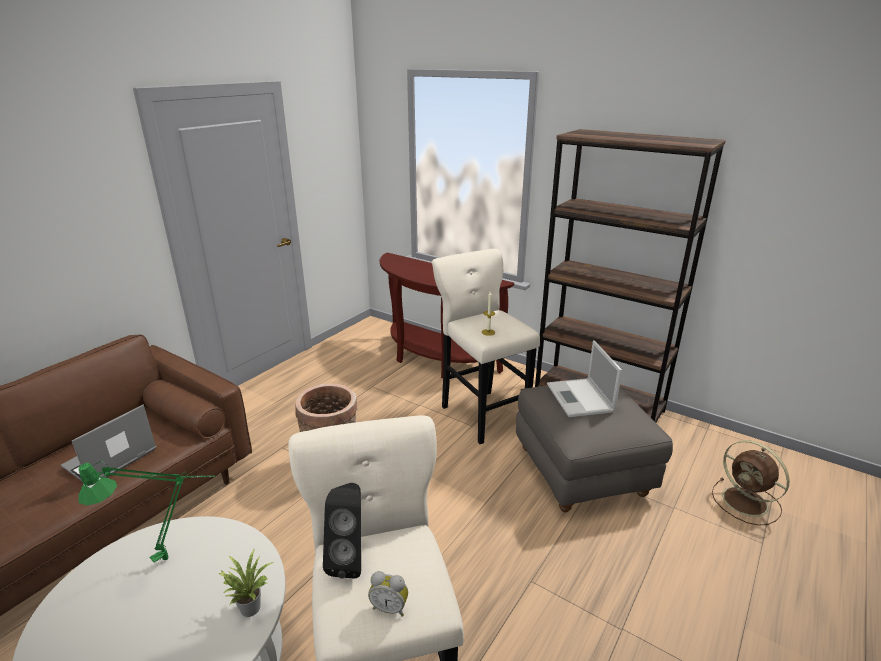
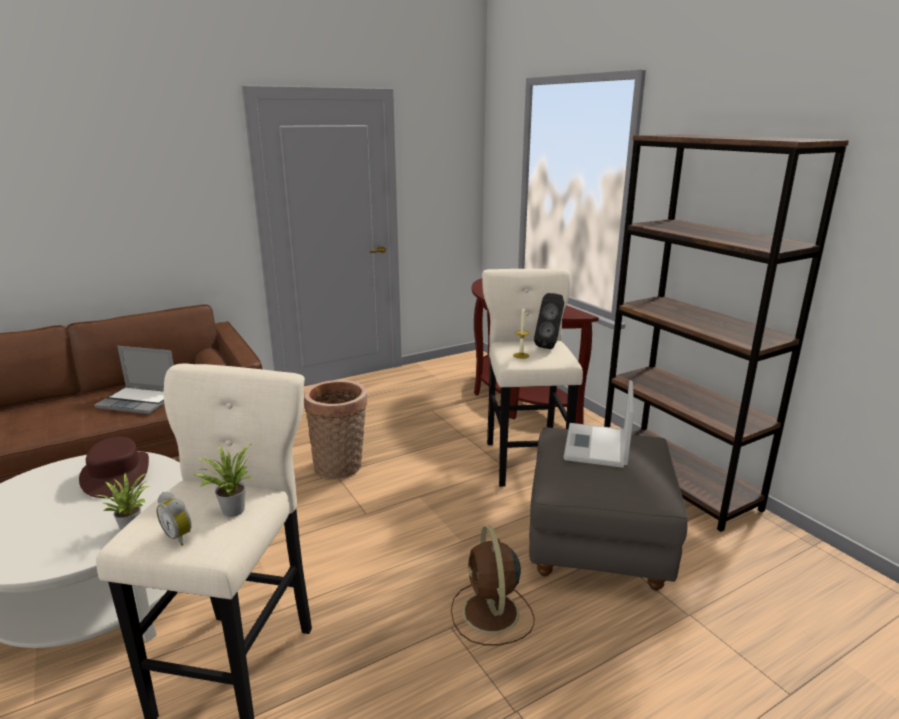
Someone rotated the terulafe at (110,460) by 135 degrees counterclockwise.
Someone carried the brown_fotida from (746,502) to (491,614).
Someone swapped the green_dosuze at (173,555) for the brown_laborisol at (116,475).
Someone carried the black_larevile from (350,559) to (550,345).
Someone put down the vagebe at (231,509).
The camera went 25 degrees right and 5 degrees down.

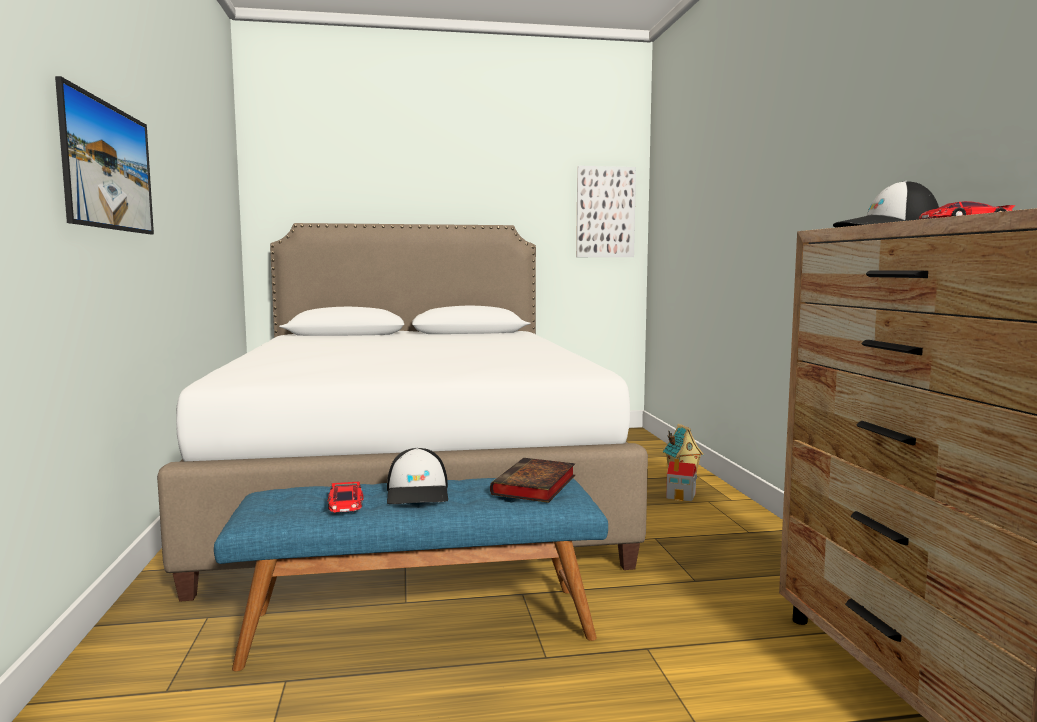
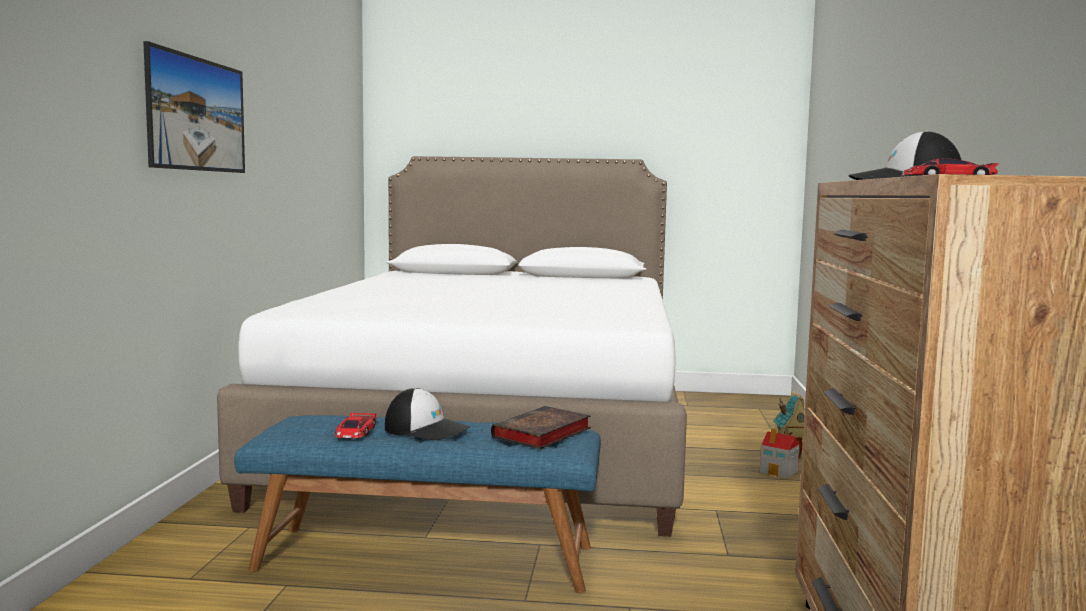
Someone took away the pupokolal at (605,212).
Someone rotated the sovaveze at (418,493) by 75 degrees counterclockwise.
The camera went 15 degrees right and 0 degrees up.

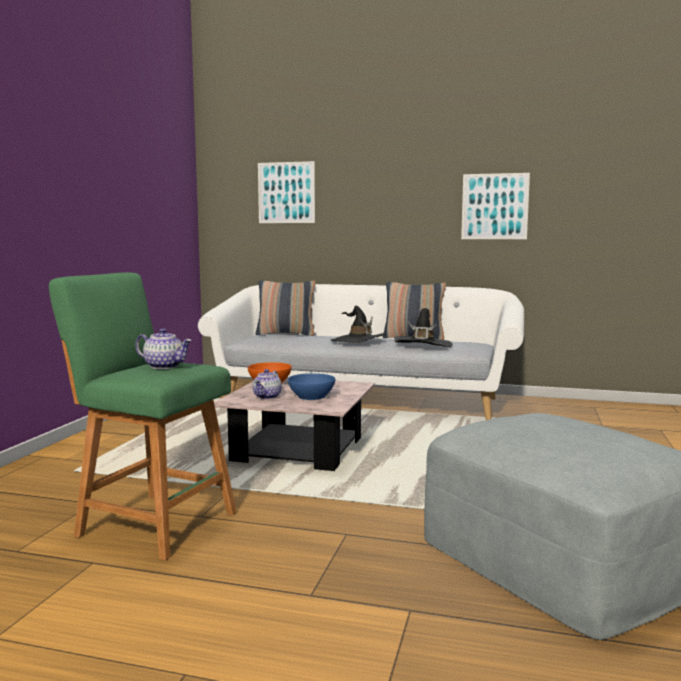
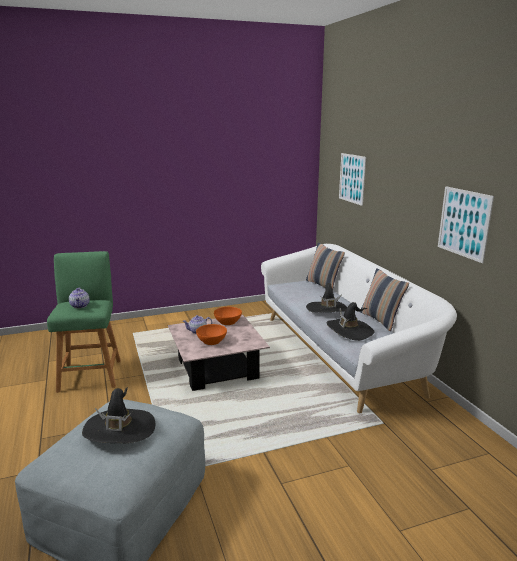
Someone repainted the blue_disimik at (312,396), which became the orange_disimik at (212,341).
Someone put down the black_laborisol at (119,429).
The camera went 55 degrees right and 10 degrees up.

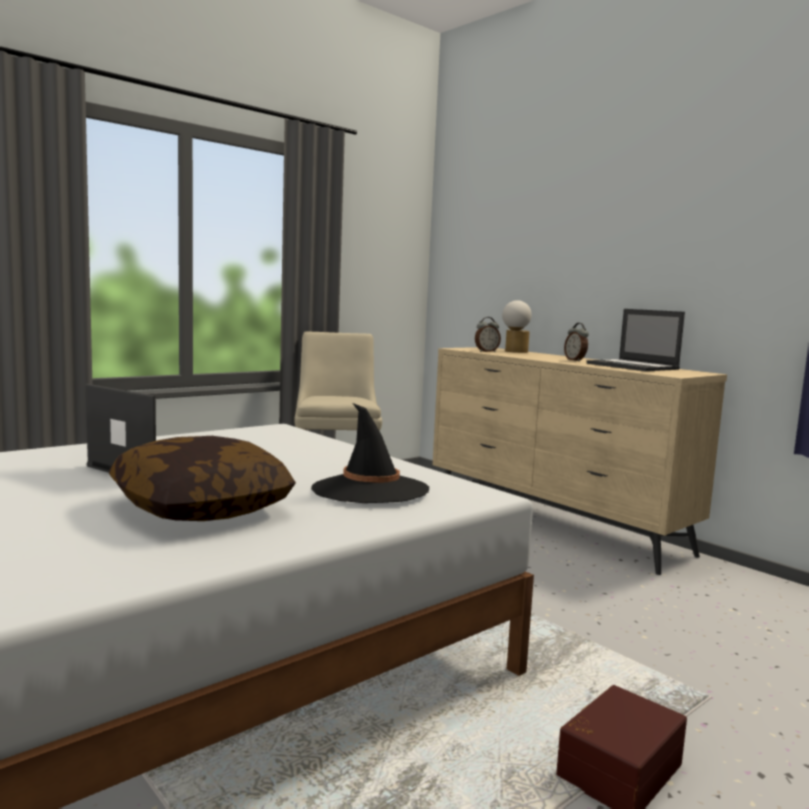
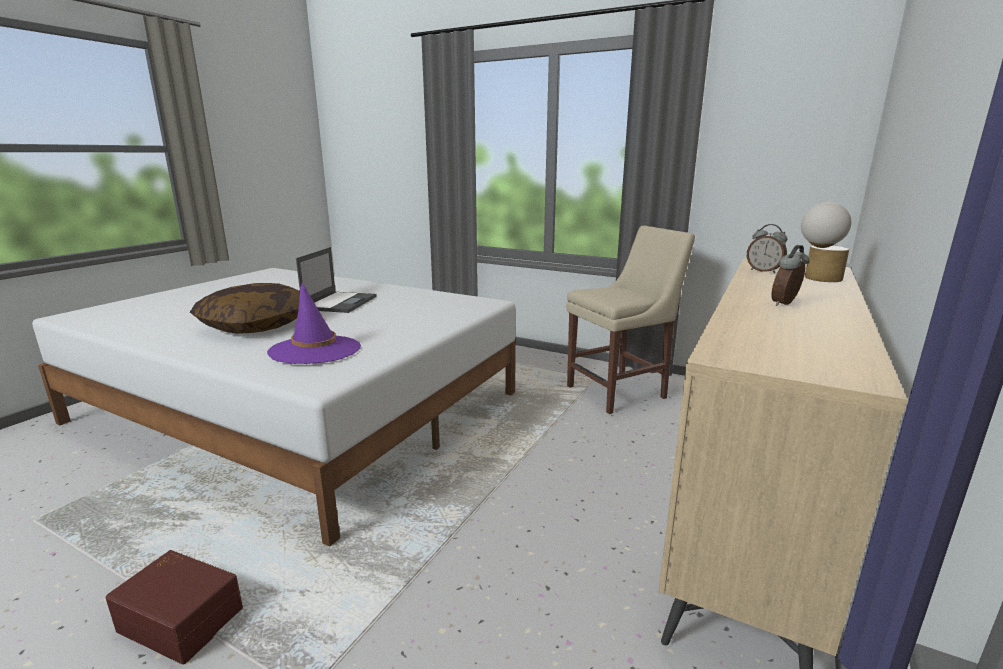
Someone took away the terulafe at (633,366).
Someone repainted the black_laborisol at (370,490), which became the purple_laborisol at (315,350).
The camera went 70 degrees right and 10 degrees up.

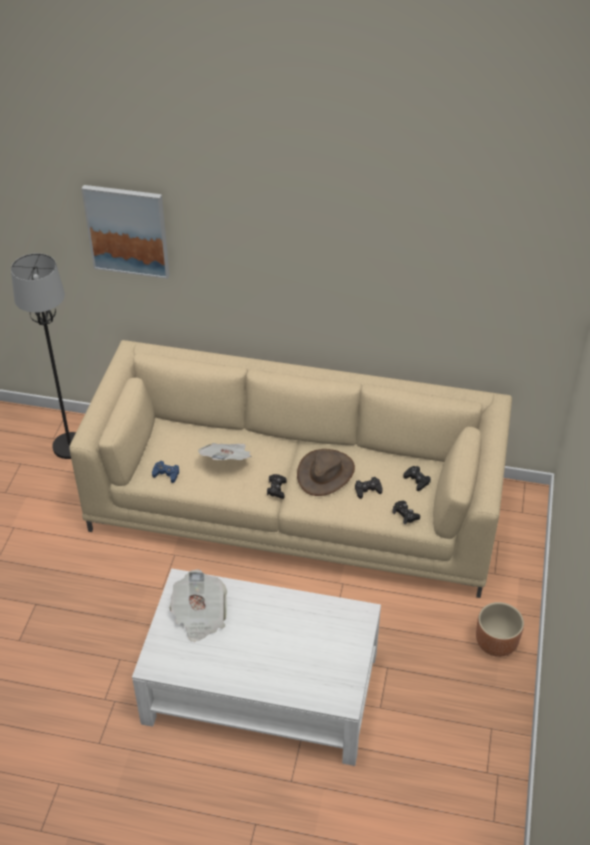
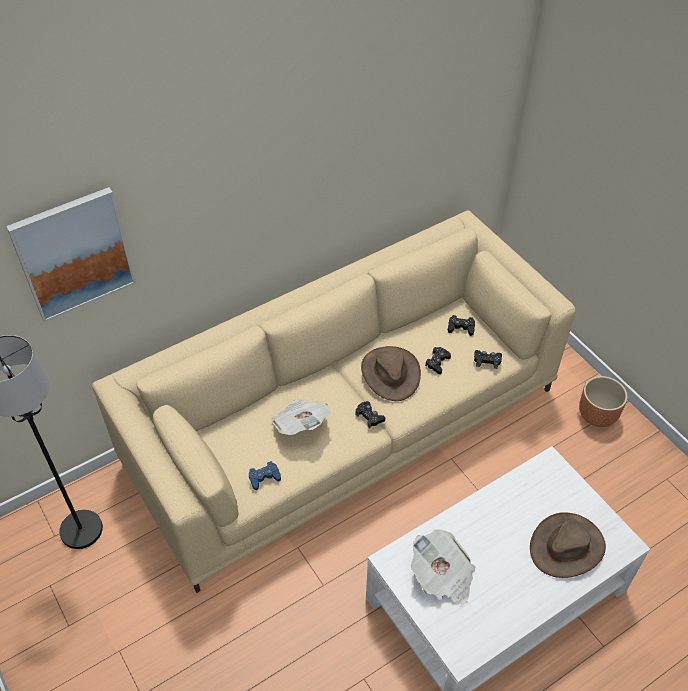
Someone put down the brown_laborisol at (566,546).
The camera went 45 degrees left and 5 degrees up.

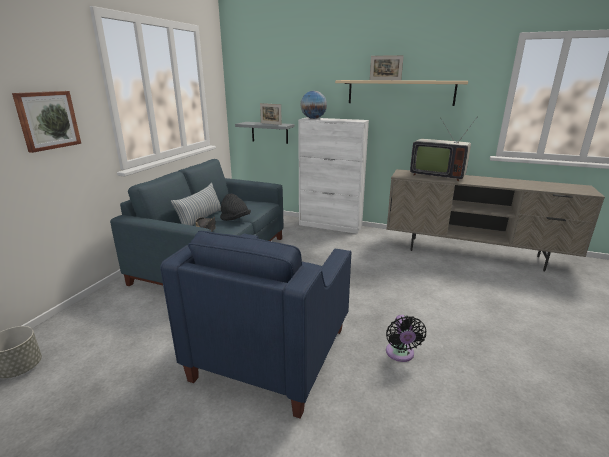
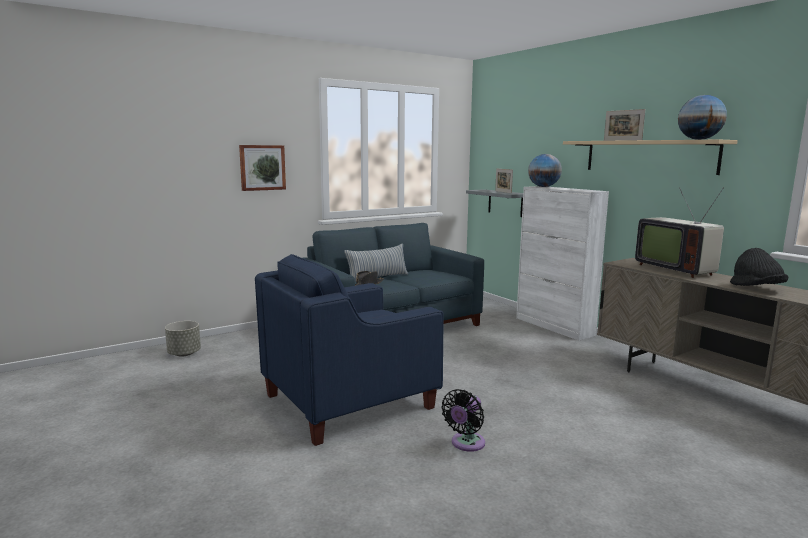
Someone carried the black_laborisol from (235,220) to (756,289).
Someone put down the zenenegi at (699,139).
The camera went 35 degrees right and 10 degrees down.

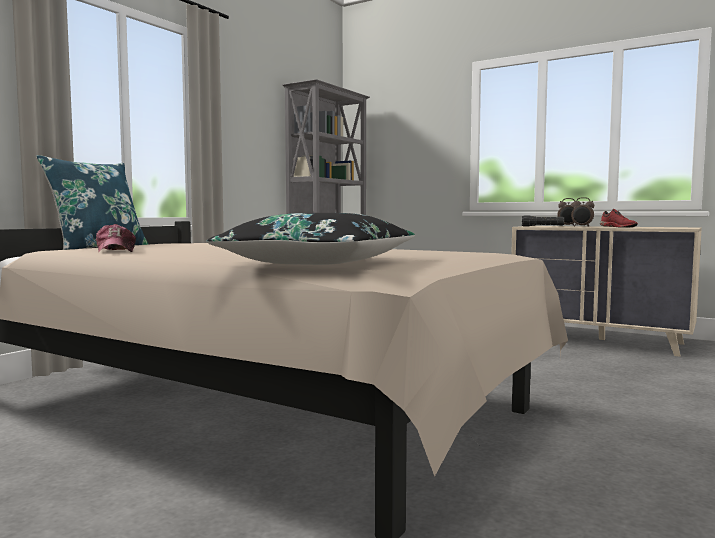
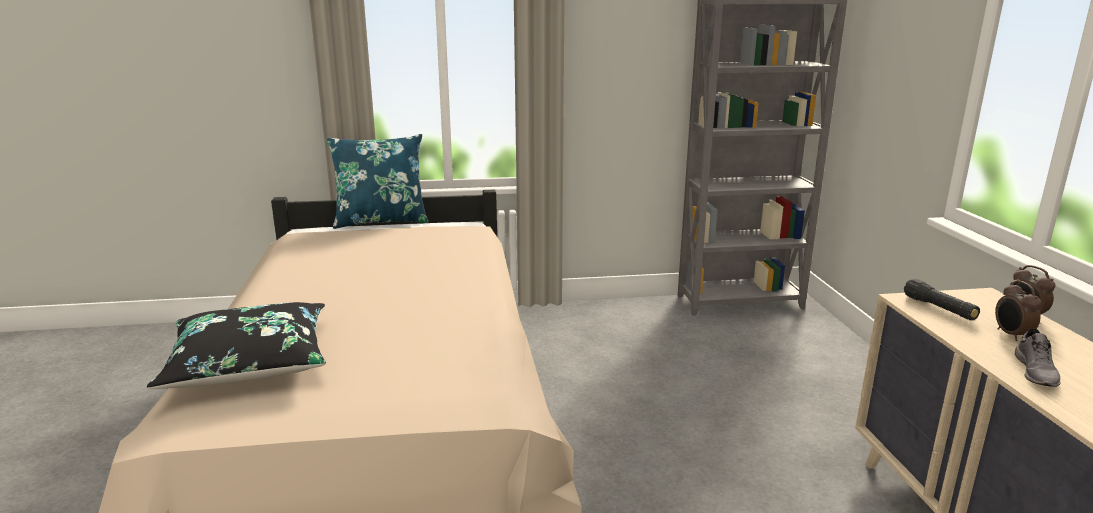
Someone repainted the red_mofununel at (618,227), which became the grey_mofununel at (1036,372).
Someone took away the sovaveze at (116,251).
The camera went 50 degrees right and 15 degrees up.

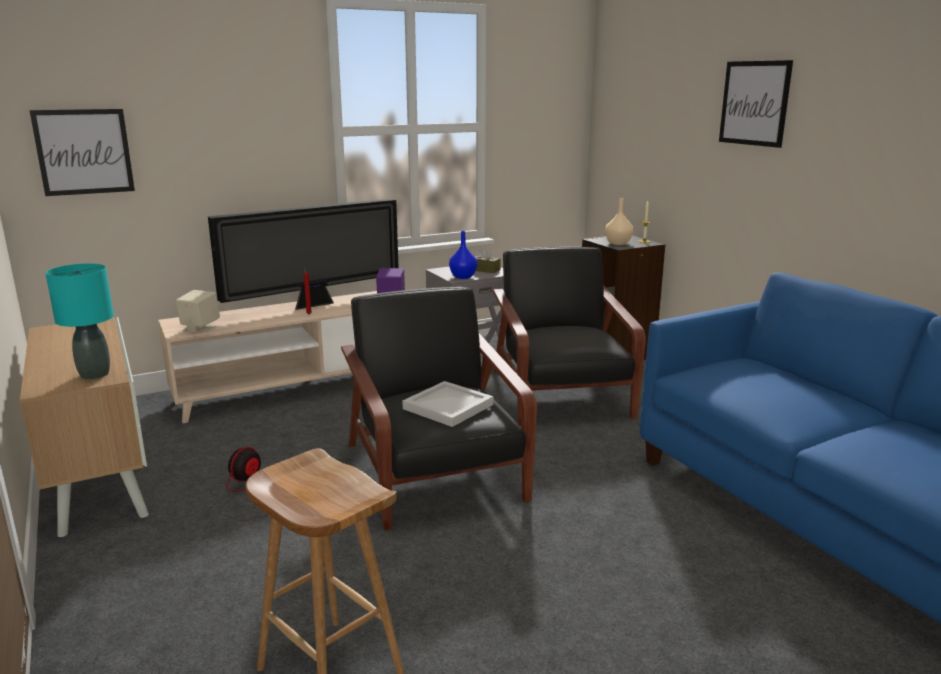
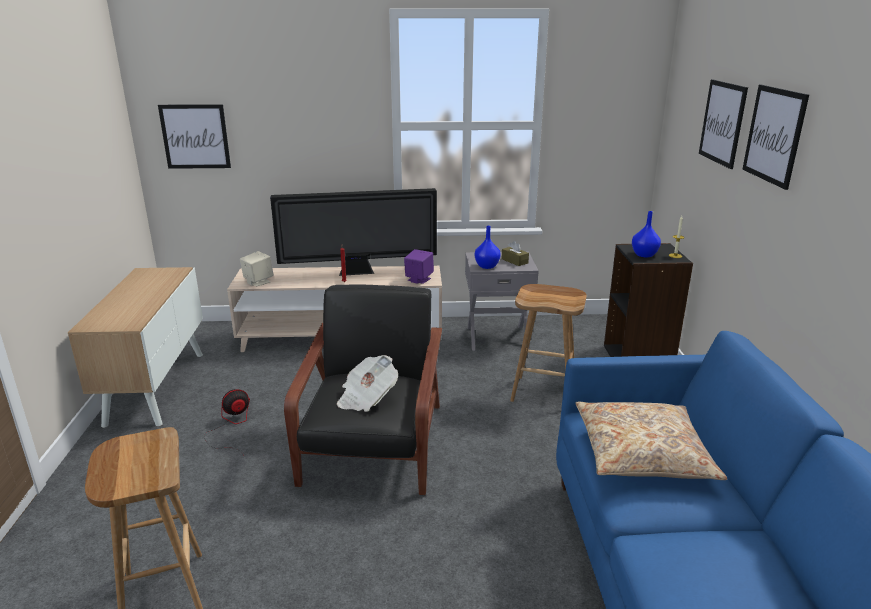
Someone repainted the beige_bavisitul at (618,243), which became the blue_bavisitul at (645,255).
Someone swapped the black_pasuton at (560,395) for the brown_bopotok at (544,393).
Someone took away the turquoise_dosuze at (94,375).
Someone swapped the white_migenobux at (448,407) for the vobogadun at (366,398).
Someone put up the pupokolal at (722,123).
Someone put down the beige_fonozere at (642,453).
The camera went 25 degrees right and 5 degrees up.

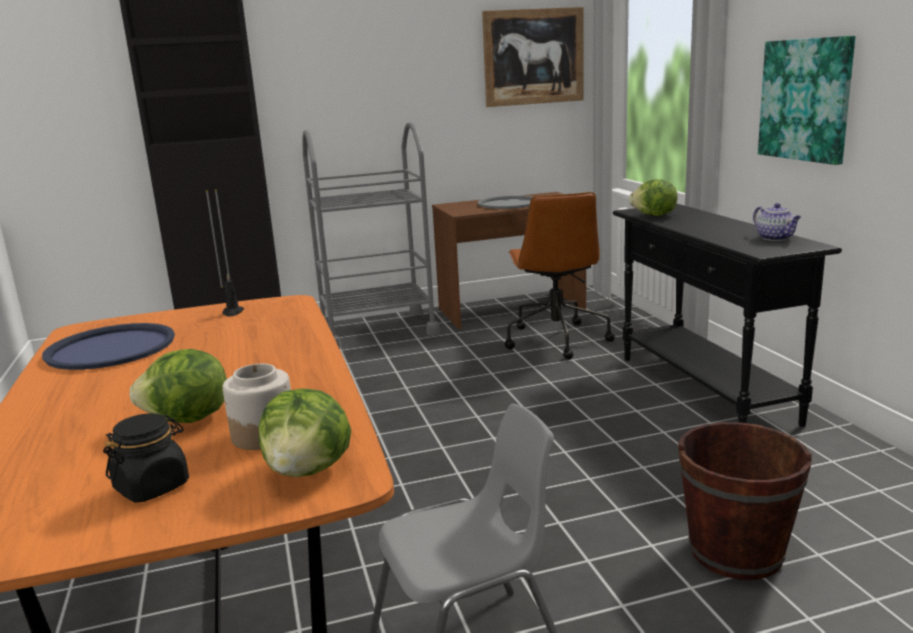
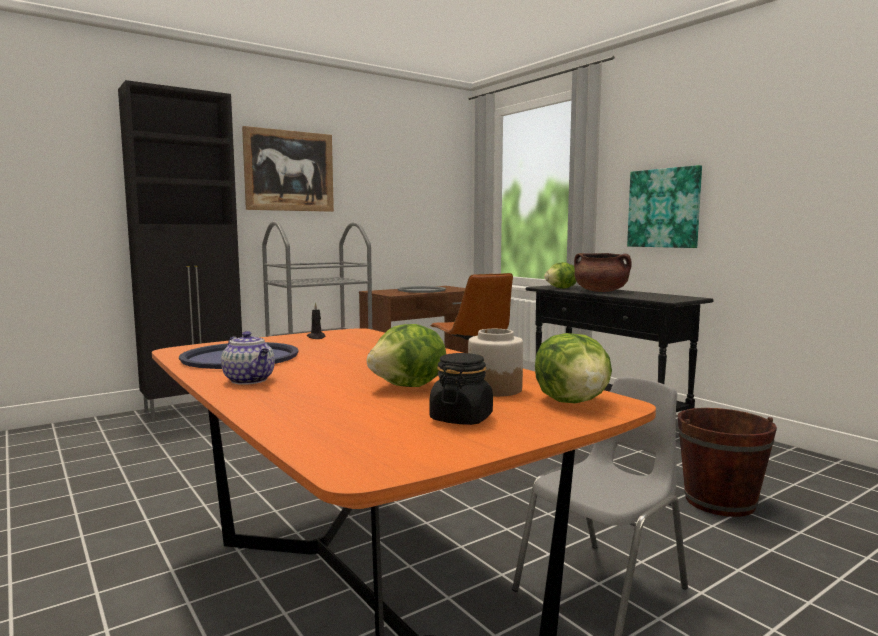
Someone carried the pupokolal from (533,57) to (289,171).
Someone carried the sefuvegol from (775,238) to (250,380).
Someone put down the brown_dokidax at (601,291).
The camera went 20 degrees left and 10 degrees down.

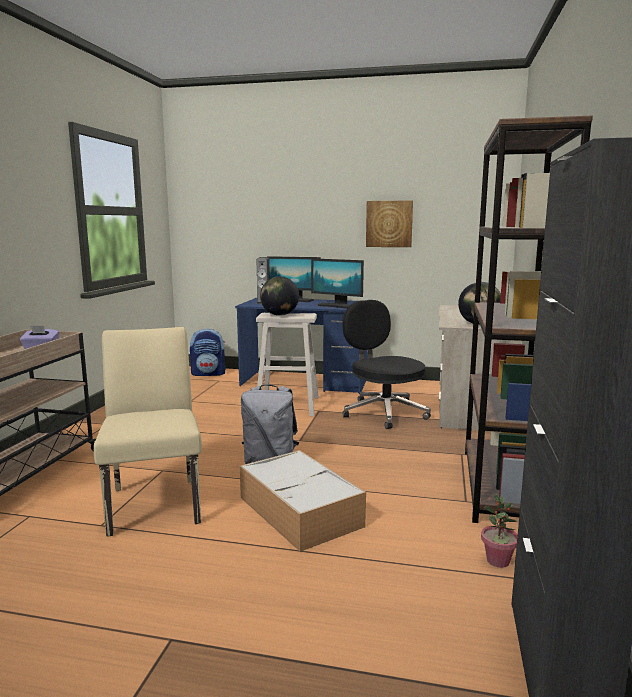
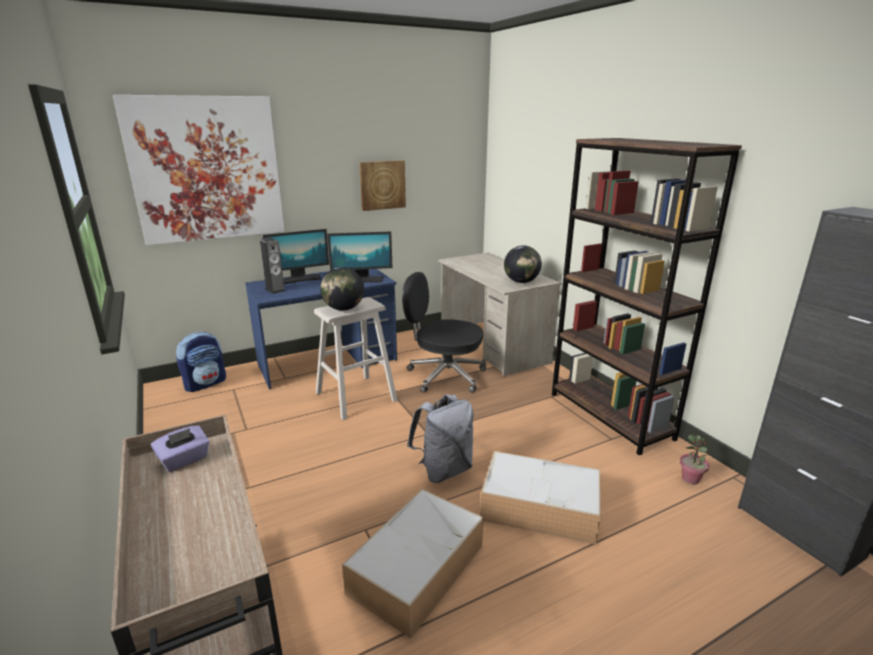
Someone swapped the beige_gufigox at (155,500) for the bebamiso at (417,567).
Someone put up the pupokolal at (207,169).
The camera went 40 degrees left and 10 degrees up.

